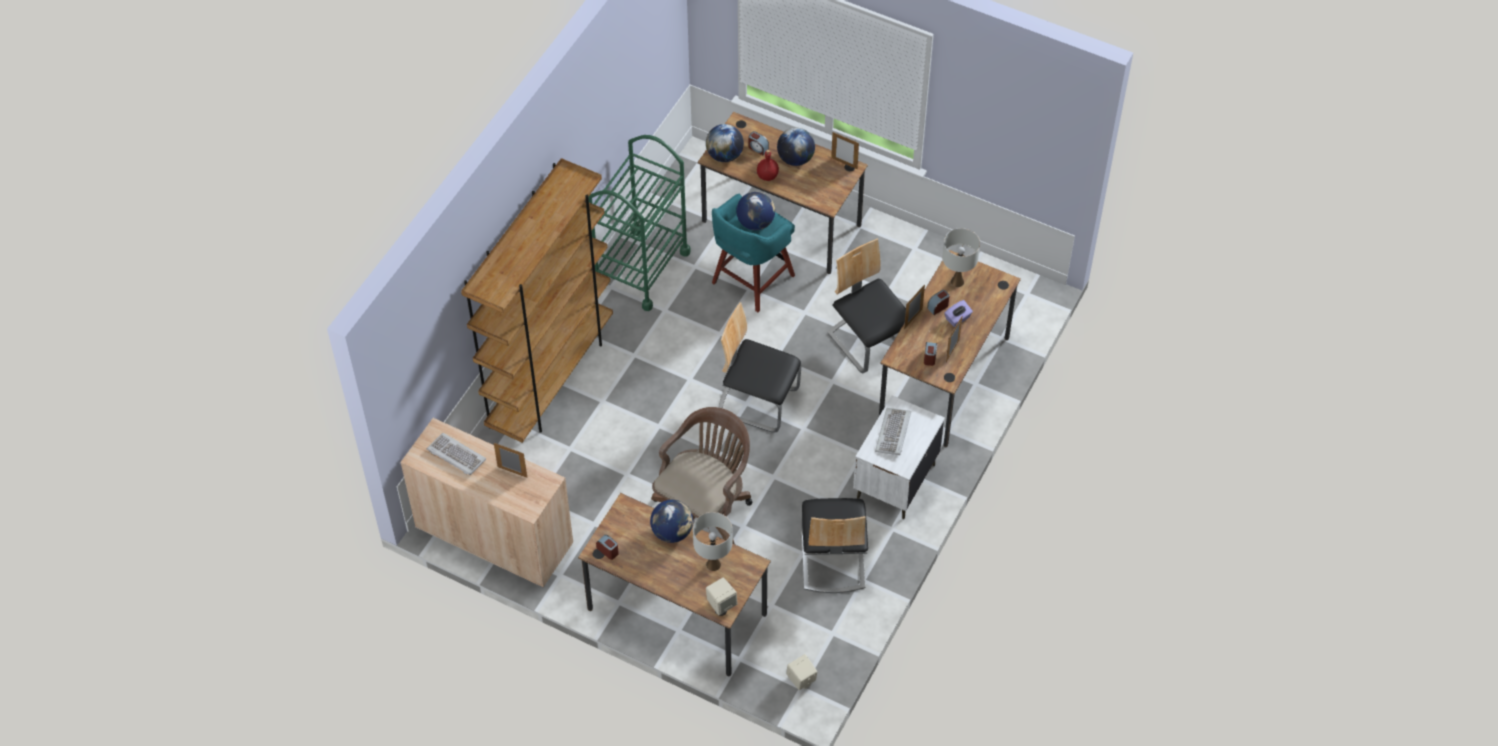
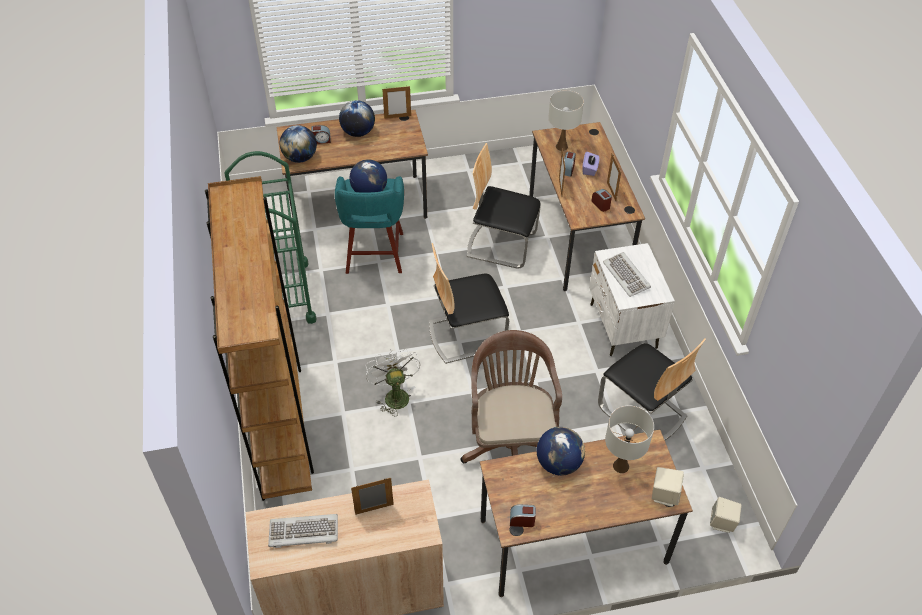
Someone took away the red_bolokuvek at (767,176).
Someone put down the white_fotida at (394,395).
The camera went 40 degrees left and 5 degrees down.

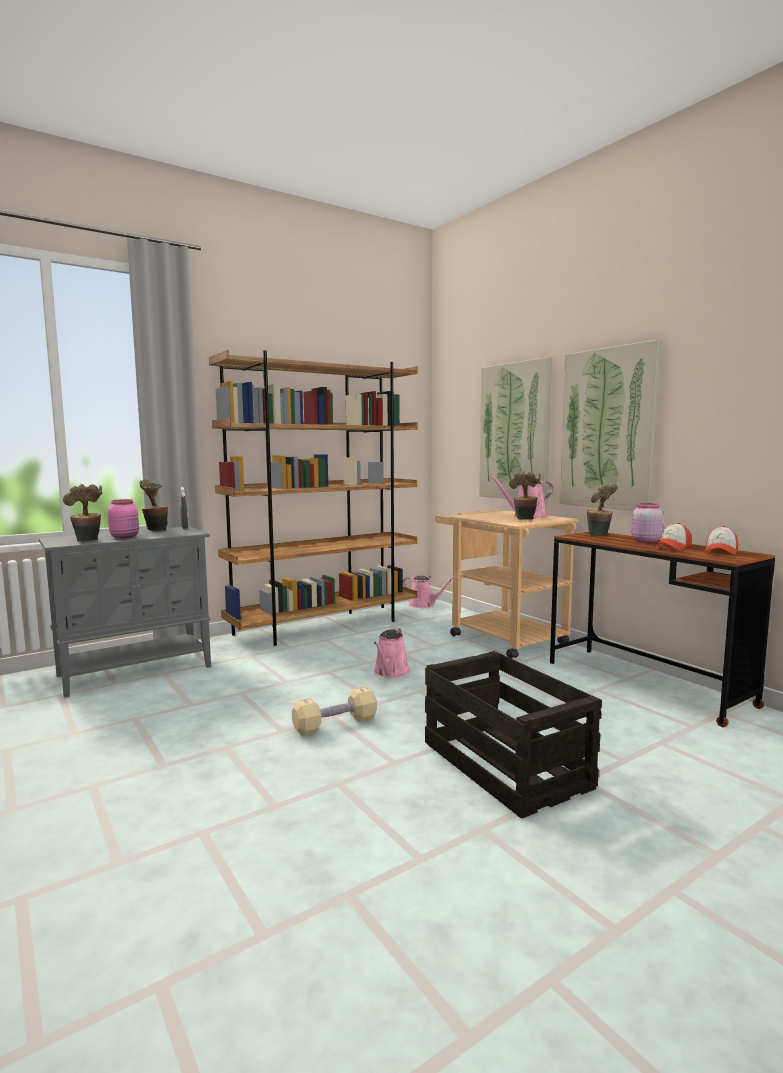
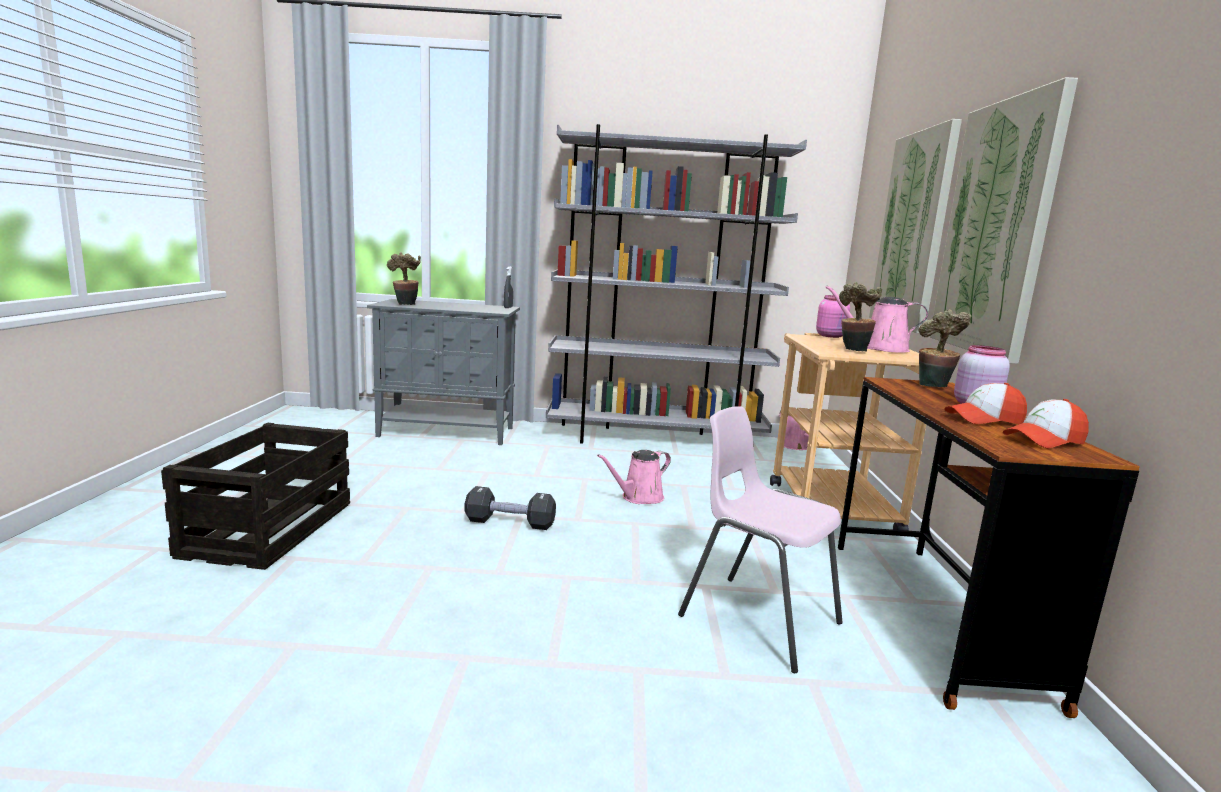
Someone repainted the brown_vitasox at (325,626), which became the grey_vitasox at (655,439).
Someone took away the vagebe at (155,531).
Someone carried the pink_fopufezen from (125,537) to (831,336).
Someone carried the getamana from (506,765) to (269,530).
Someone repainted the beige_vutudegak at (335,724), which became the black_vutudegak at (510,523).
Someone put down the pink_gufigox at (758,619).
The camera went 35 degrees right and 5 degrees up.

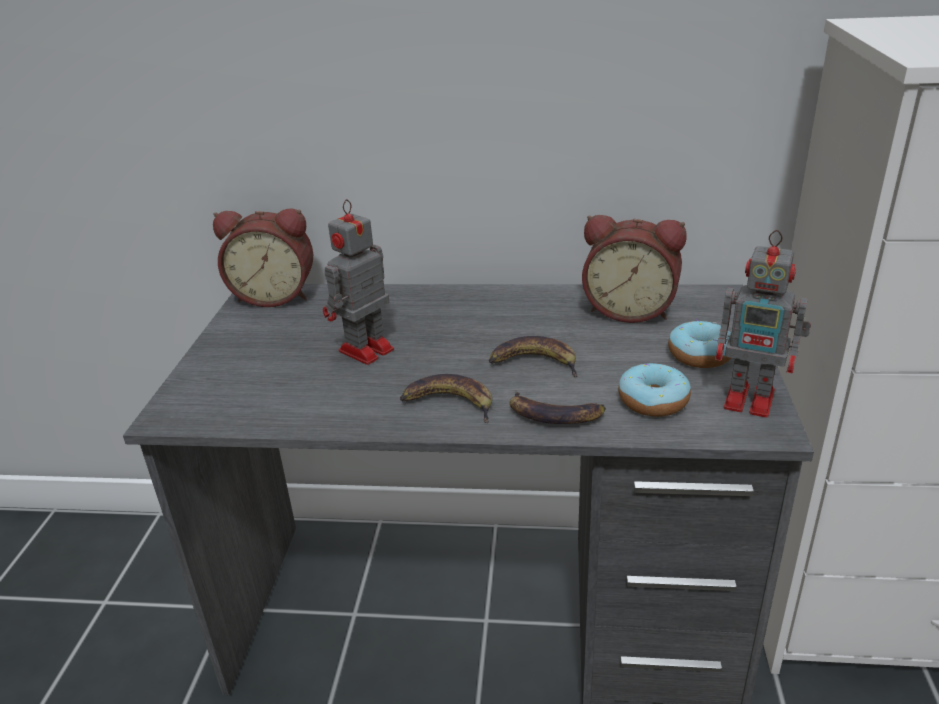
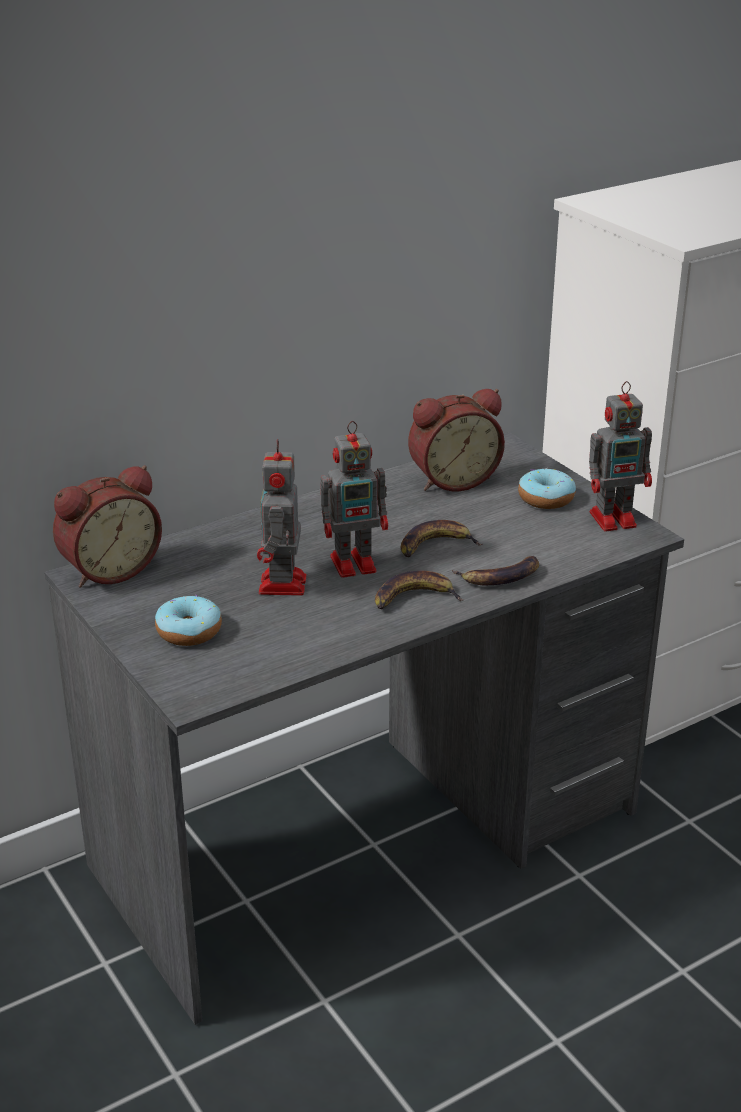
Someone carried the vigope from (653,401) to (189,632).
Someone put down the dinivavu at (356,563).
The camera went 40 degrees left and 0 degrees up.

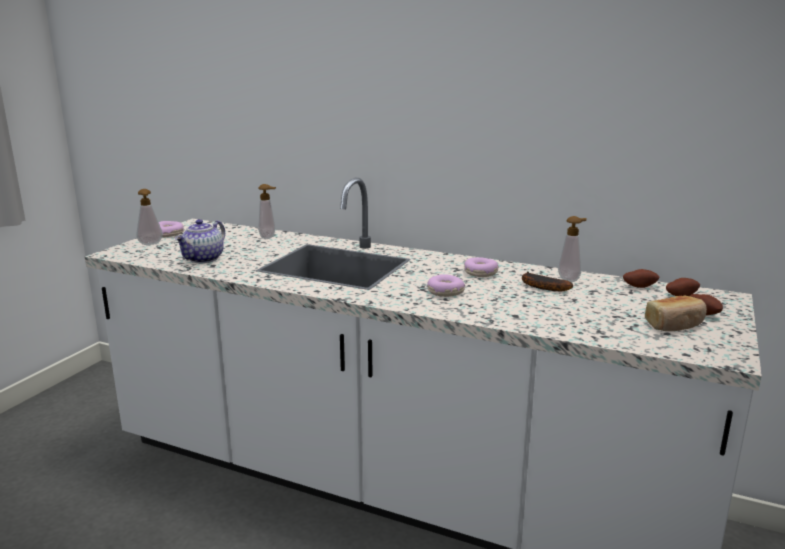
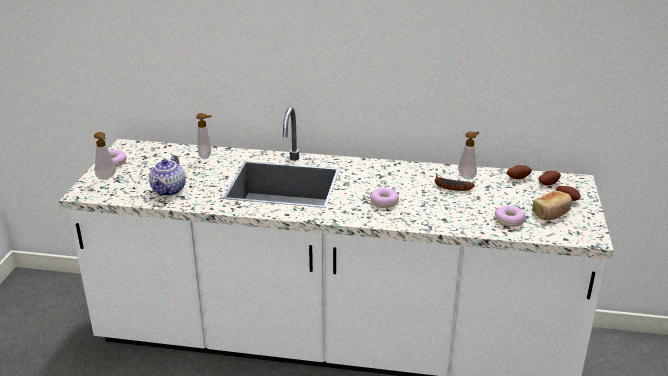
Someone carried the vigope from (480,273) to (509,220).
The camera went 15 degrees left and 10 degrees up.

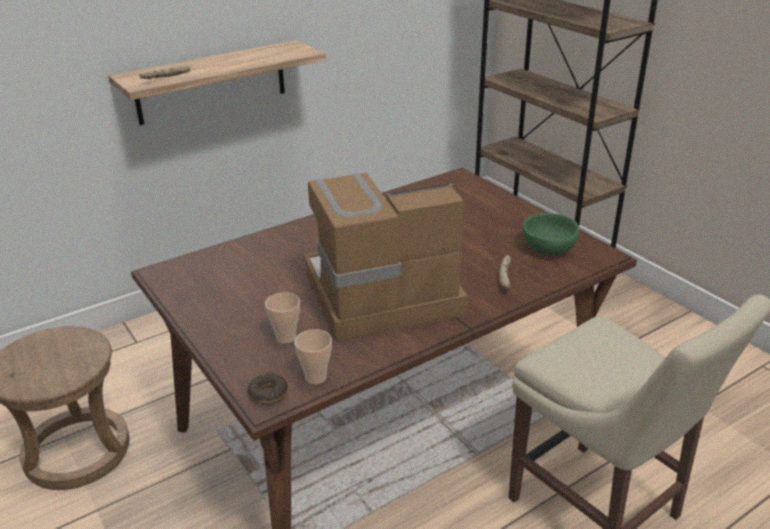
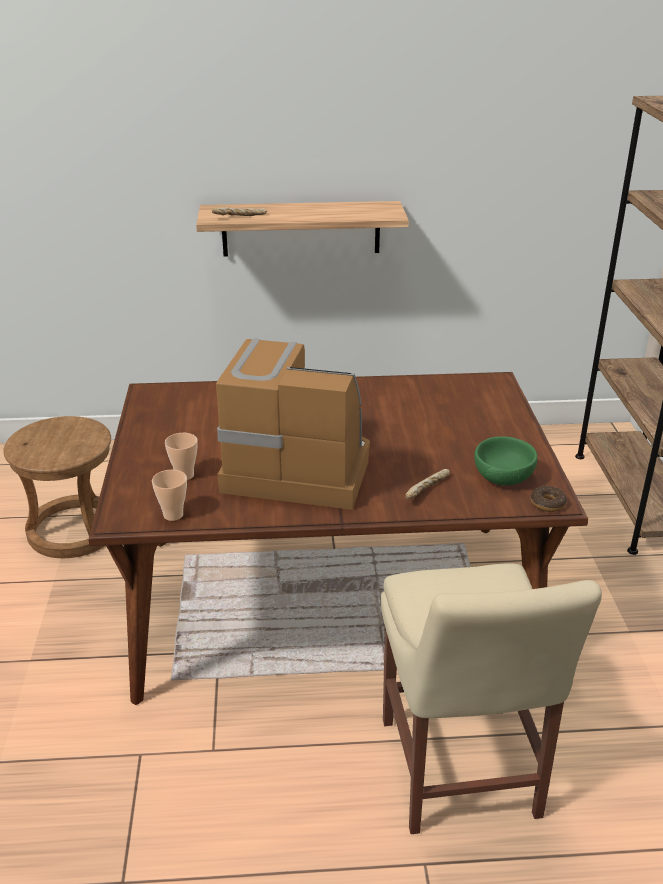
Someone carried the vigope from (268,394) to (547,503).
The camera went 30 degrees right and 0 degrees up.

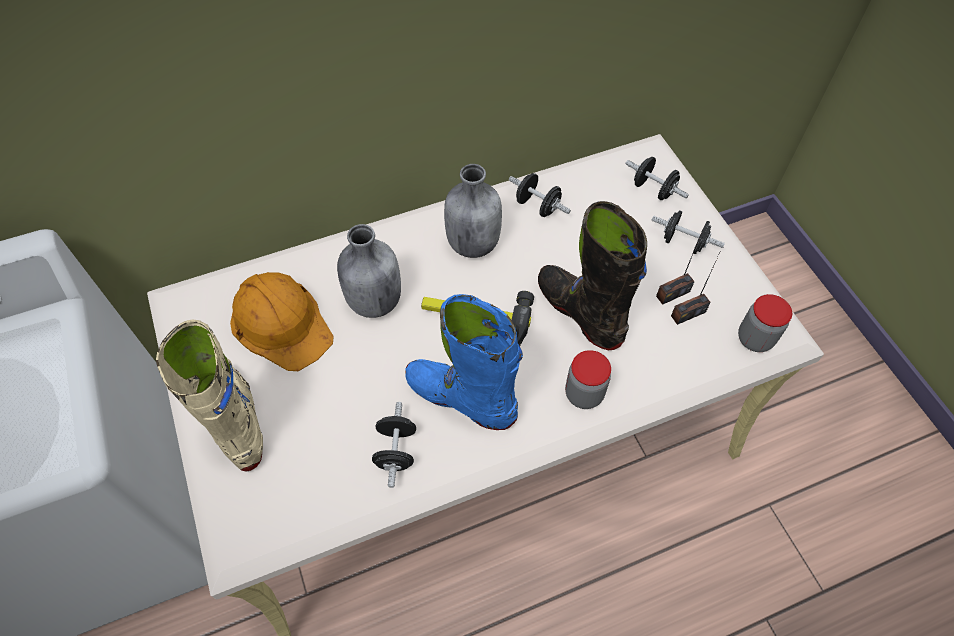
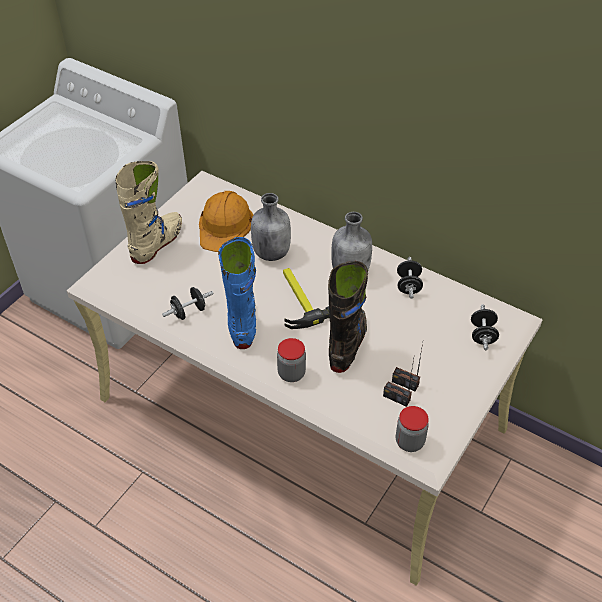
Someone took away the black_vutudegak at (683,242).
The camera went 55 degrees right and 10 degrees down.

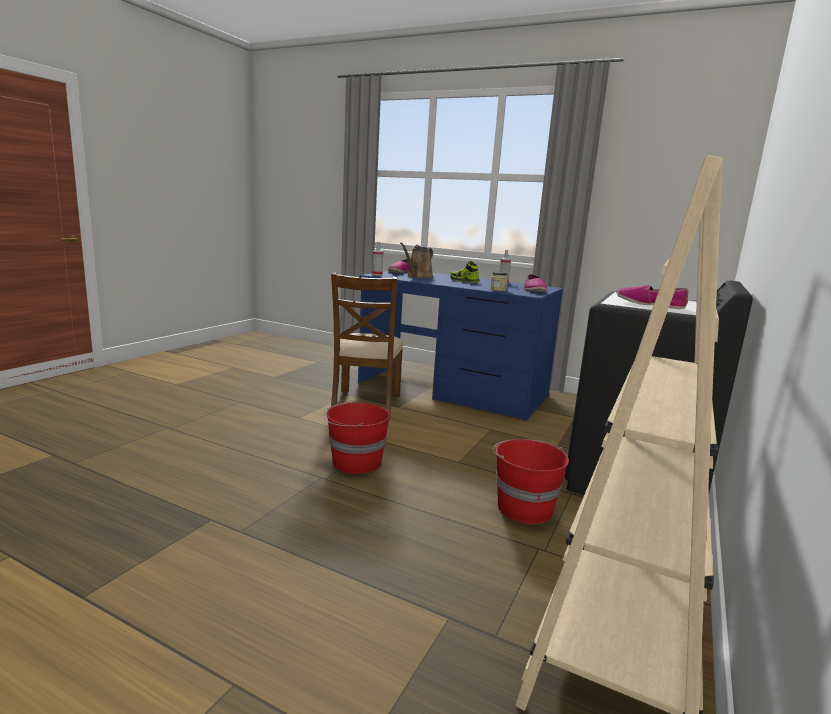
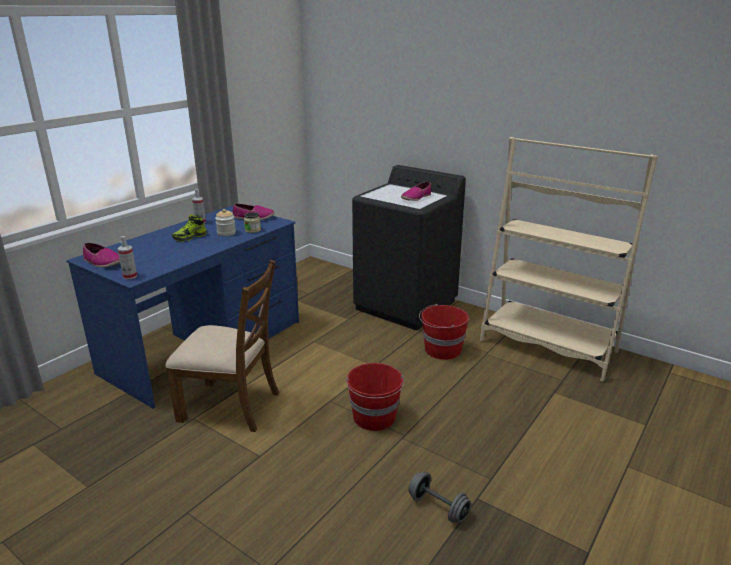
Someone took away the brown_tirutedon at (418,277).
Someone put down the fopufezen at (226,233).
Someone put down the grey_vutudegak at (438,508).
The camera went 80 degrees left and 10 degrees up.

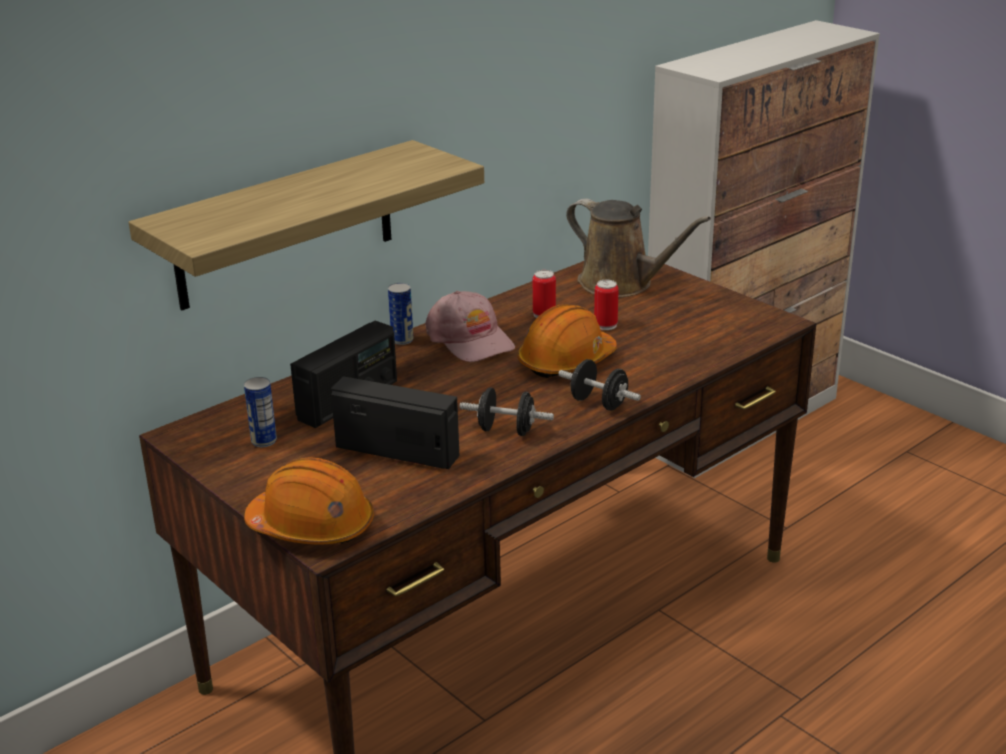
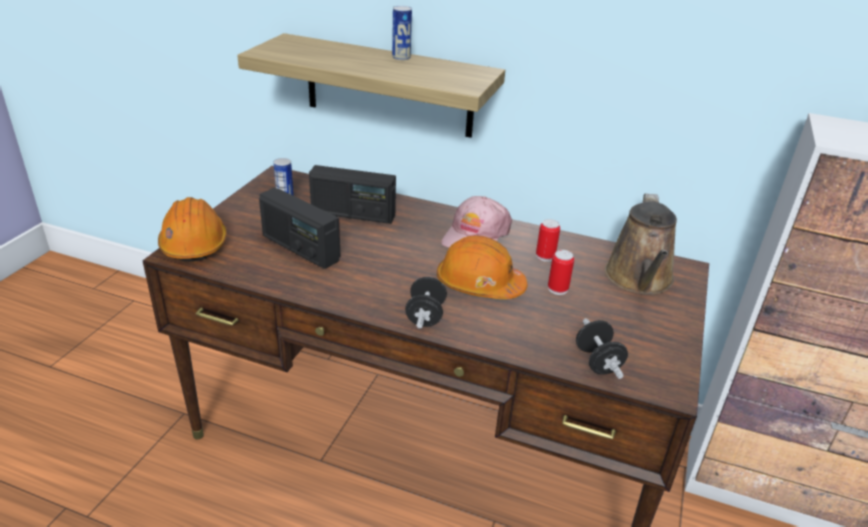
Someone carried the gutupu from (402,340) to (401,57).
Someone rotated the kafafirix at (397,451) by 135 degrees clockwise.
Someone carried the black_vutudegak from (506,430) to (597,362).
The camera went 60 degrees right and 5 degrees up.

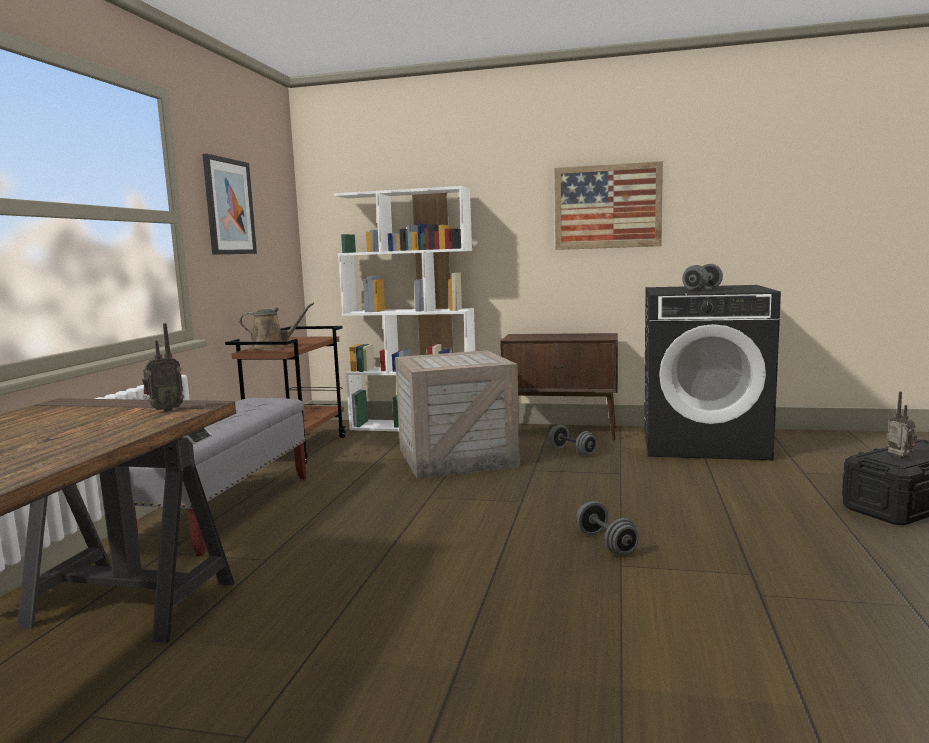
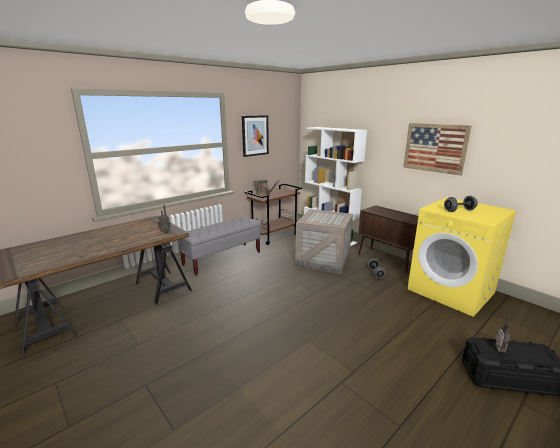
Someone repainted the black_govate at (703,443), which became the yellow_govate at (451,291).
Someone took away the grey_vutudegak at (606,544).
The camera went 35 degrees right and 10 degrees up.

